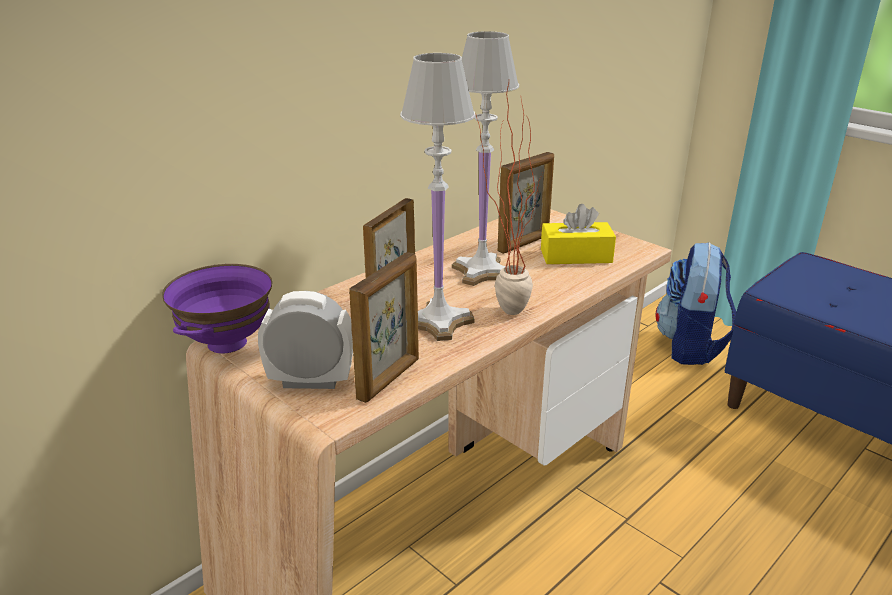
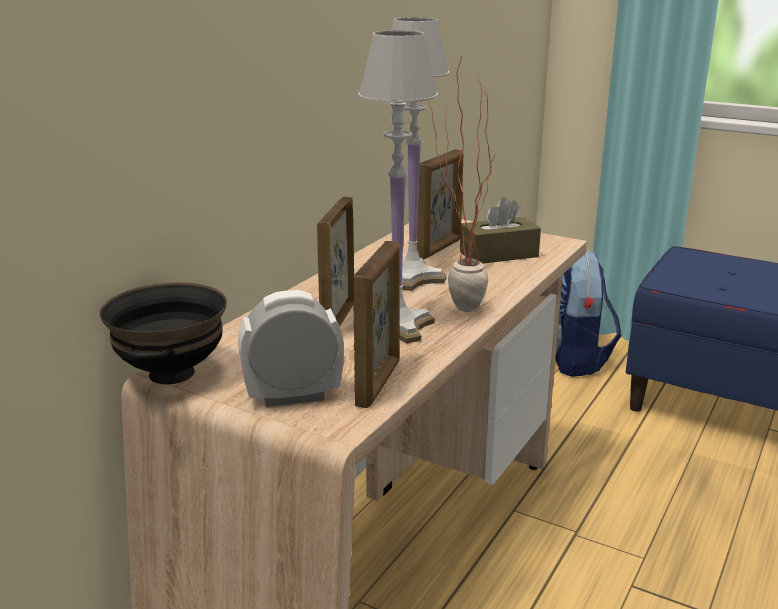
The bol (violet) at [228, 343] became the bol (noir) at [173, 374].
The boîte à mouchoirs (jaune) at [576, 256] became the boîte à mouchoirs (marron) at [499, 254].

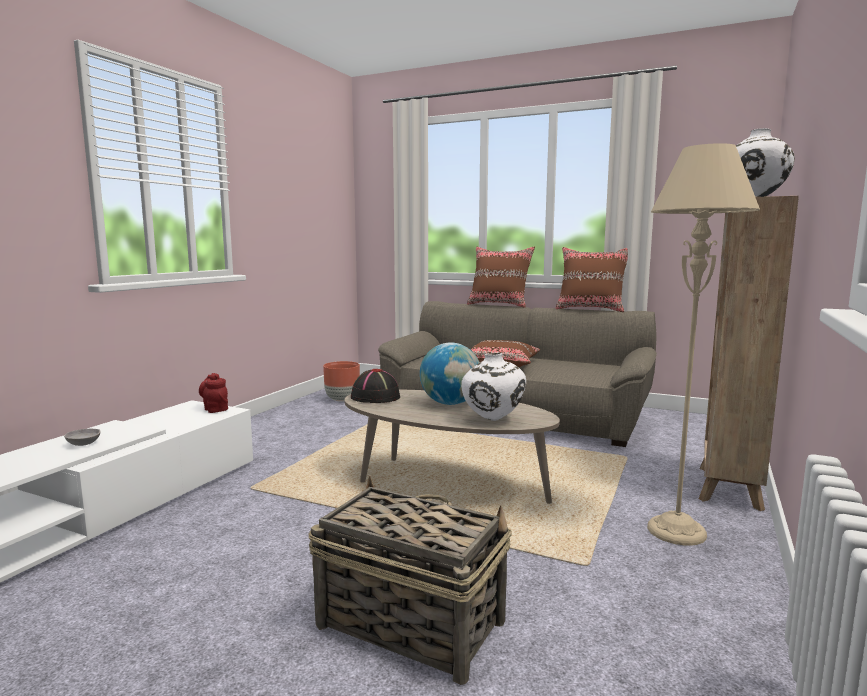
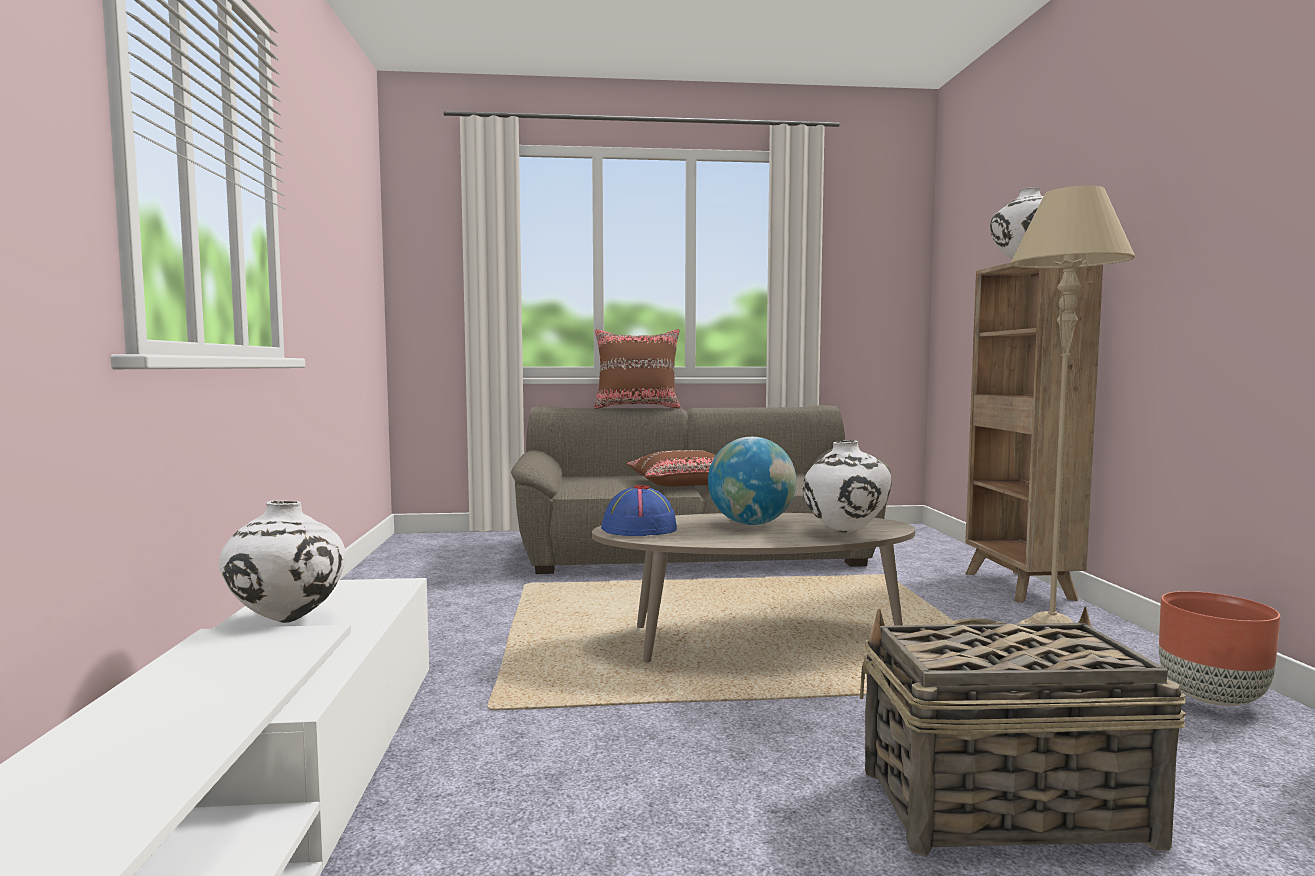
The vase (blanc) at [286, 620] appeared.
The chapeau (noir) at [375, 397] became the chapeau (bleu) at [638, 529].
The cache-pot (marron) moved from [342, 400] to [1212, 699].
The bol (gris) at [83, 444] disappeared.
The théière (rouge) at [215, 409] disappeared.
The coussin (marron) at [591, 309] disappeared.

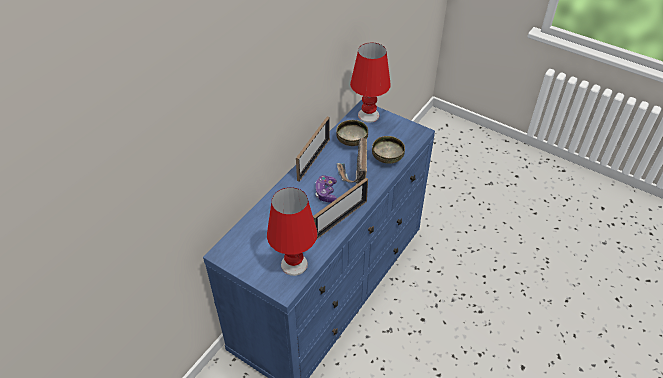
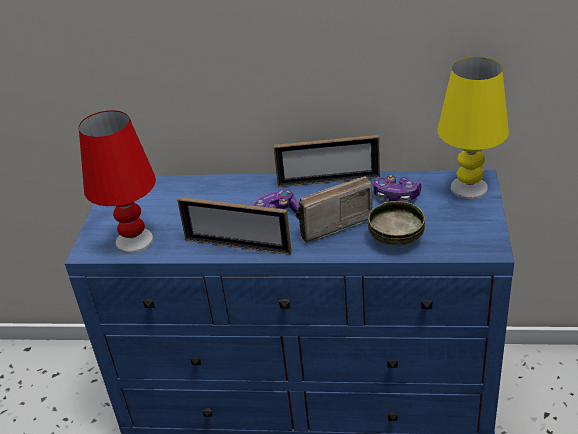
The bol at [351, 142] was replaced by the manette at [396, 196].
The lampe de table (rouge) at [368, 115] became the lampe de table (jaune) at [468, 187].

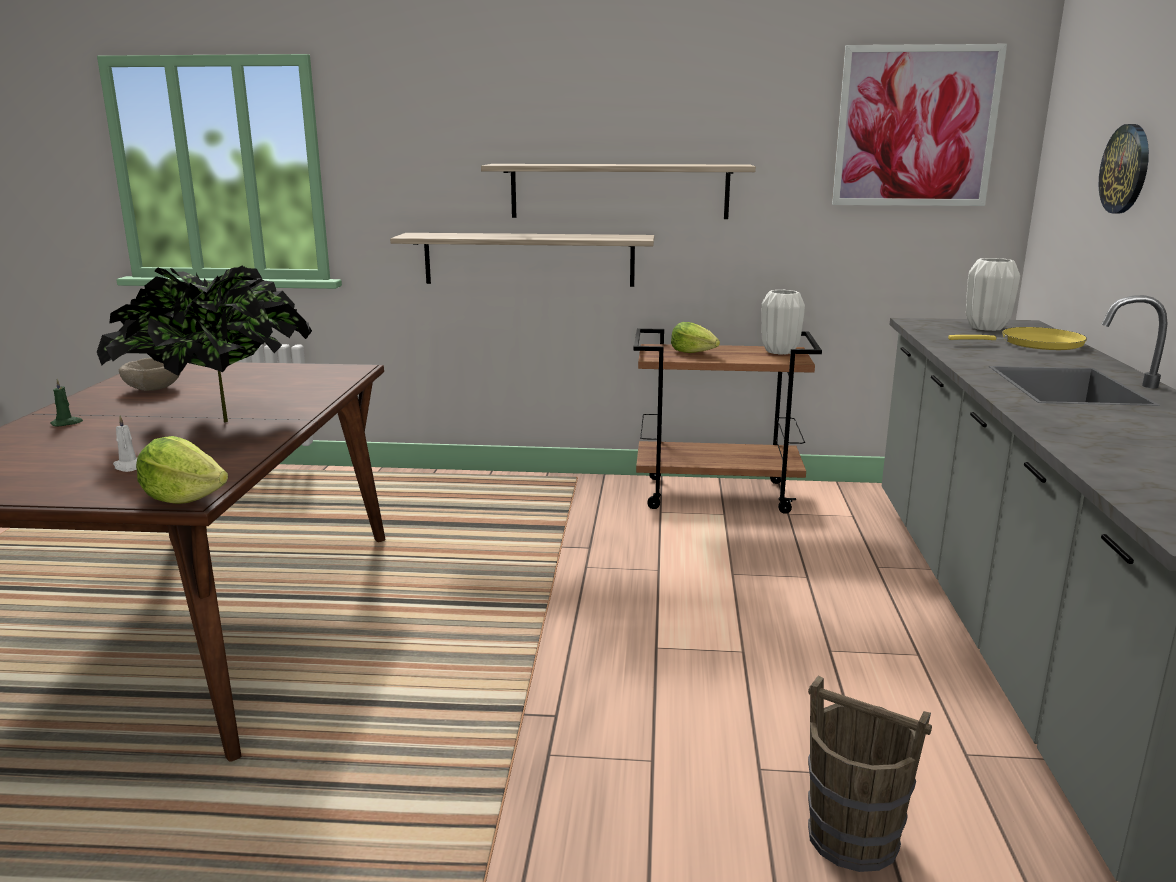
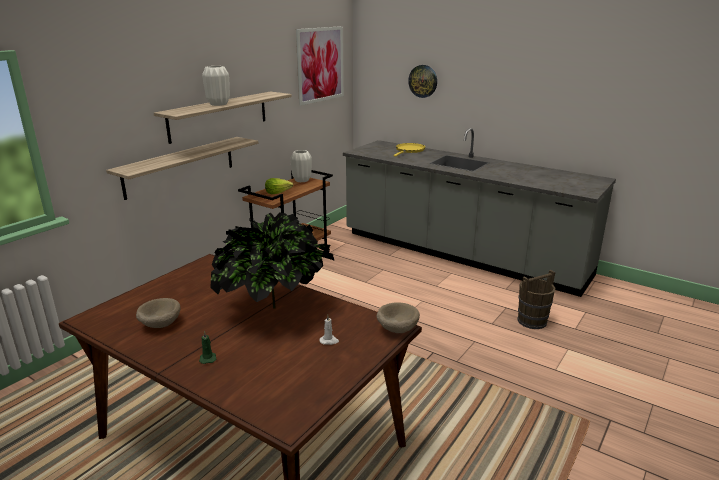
The vase (blanc) moved from [986, 327] to [218, 104].
The laitue at [183, 498] was replaced by the bol (beige) at [396, 329].

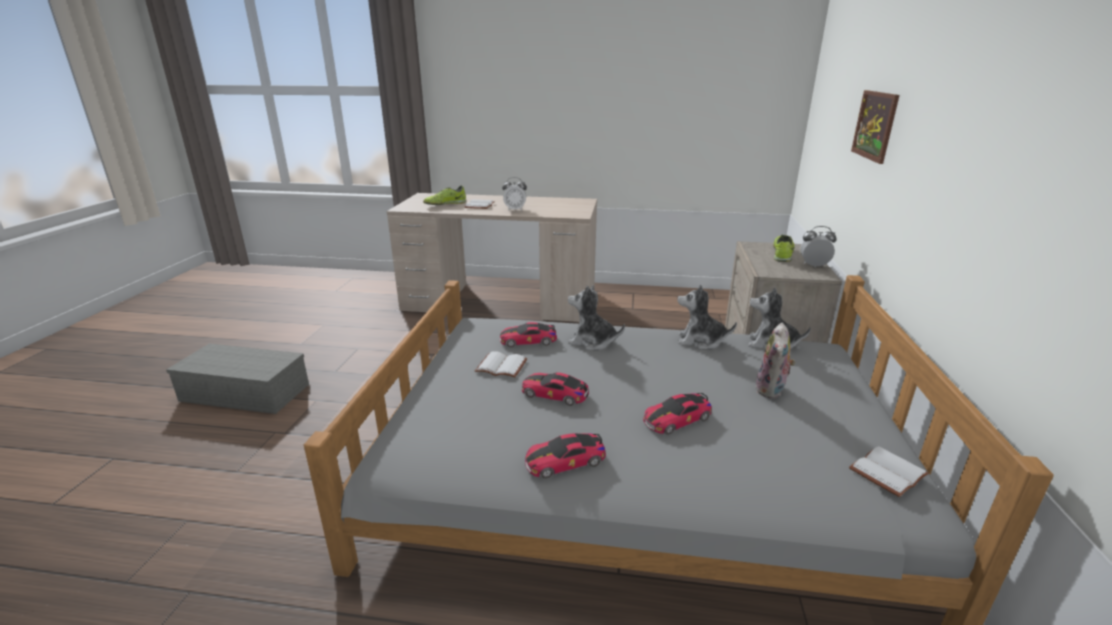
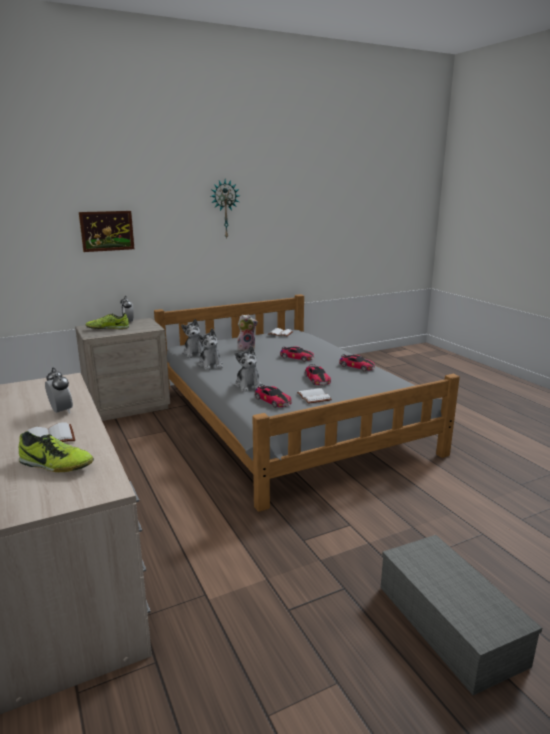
The horloge murale at [224, 209] appeared.

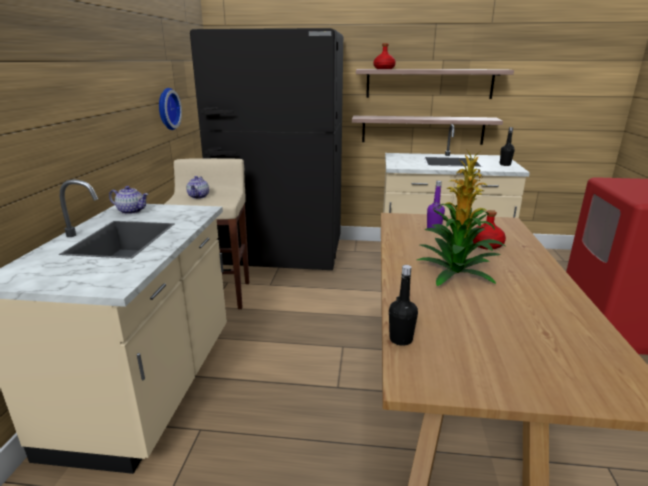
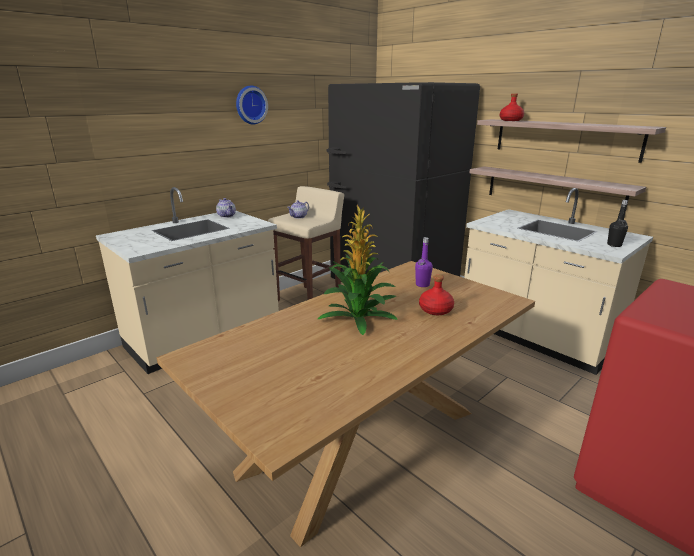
The horloge murale moved from [166, 109] to [250, 105].
The bouteille (noir) at [401, 339] disappeared.

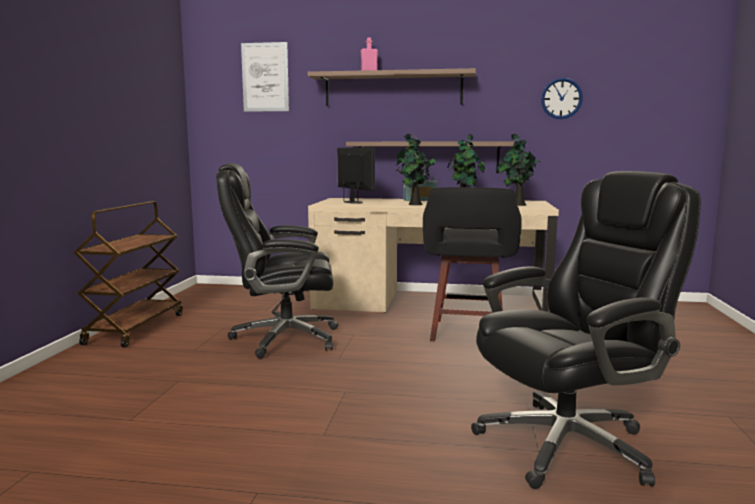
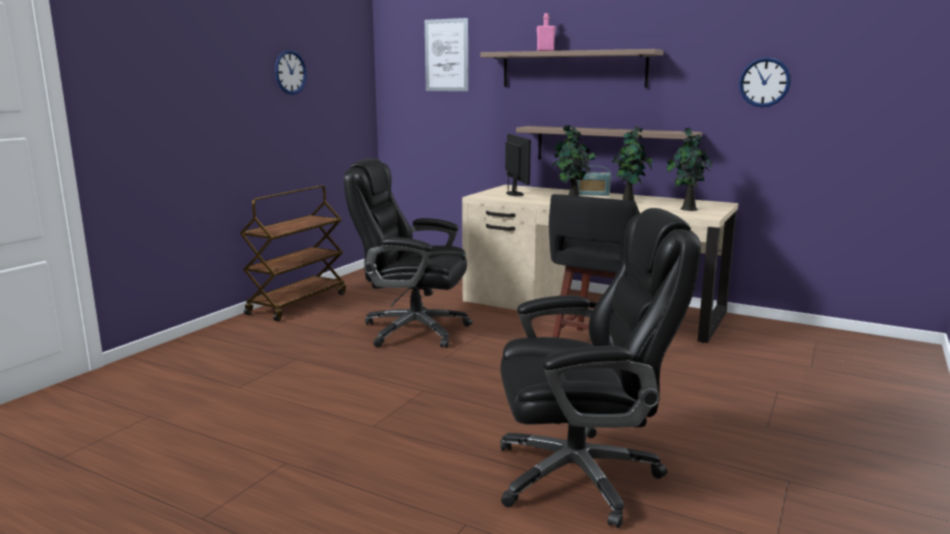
The horloge murale at [290, 72] appeared.

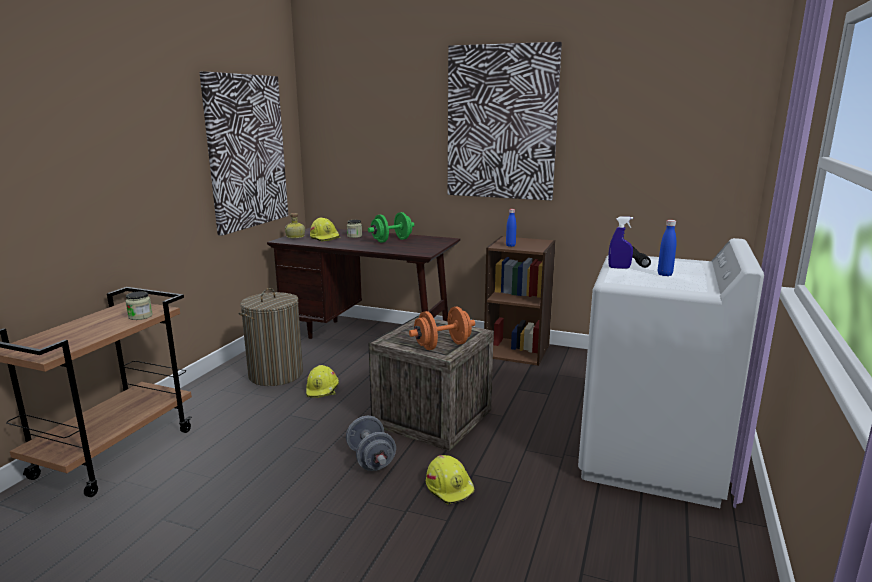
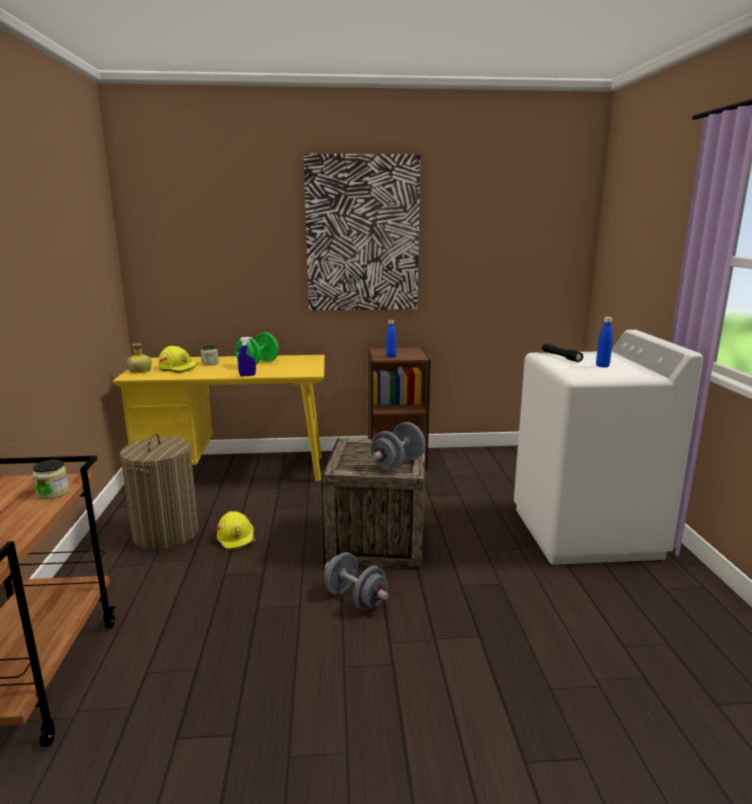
The bureau (marron) at [368, 336] became the bureau (jaune) at [236, 471].
The vaporisateur (bleu) moved from [619, 268] to [247, 375].
The haltère (orange) at [442, 345] became the haltère (gris) at [397, 464].
The tableau at [246, 152] disappeared.
The casque de chantier (jaune) at [450, 487] disappeared.

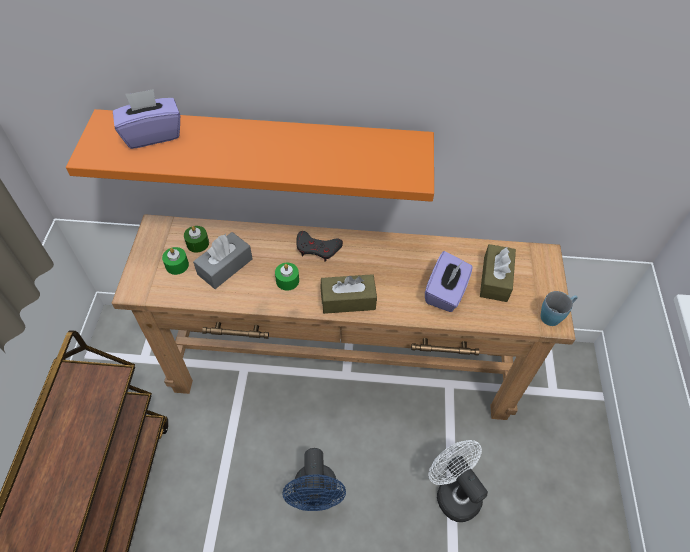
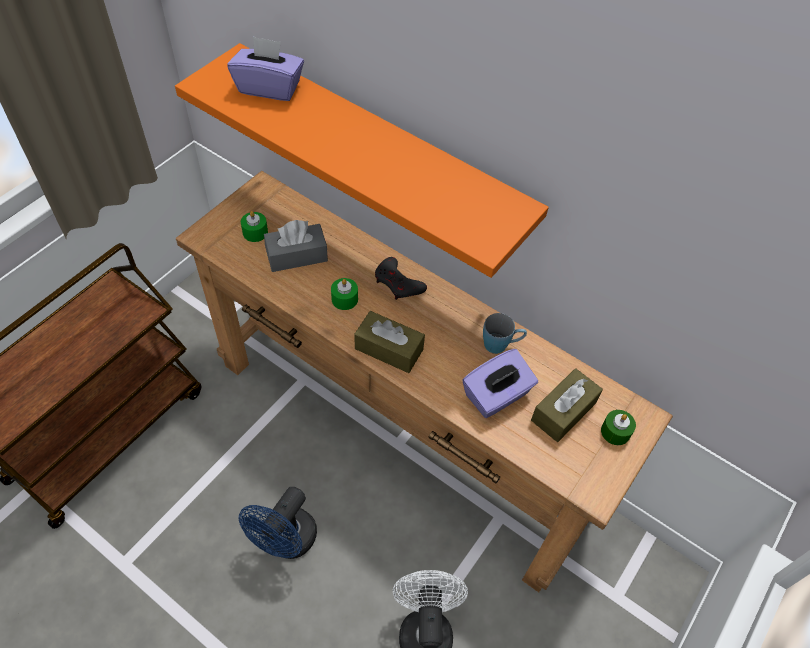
The mug (bleu) moved from [554, 315] to [501, 344].
The bougie (vert) moved from [197, 243] to [615, 432].

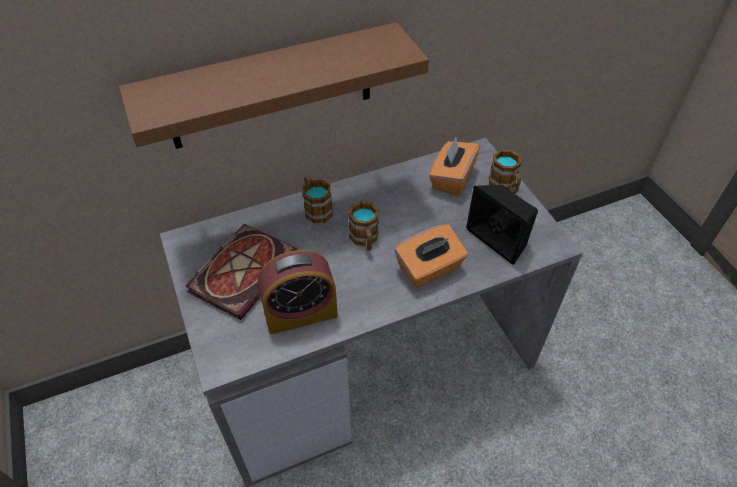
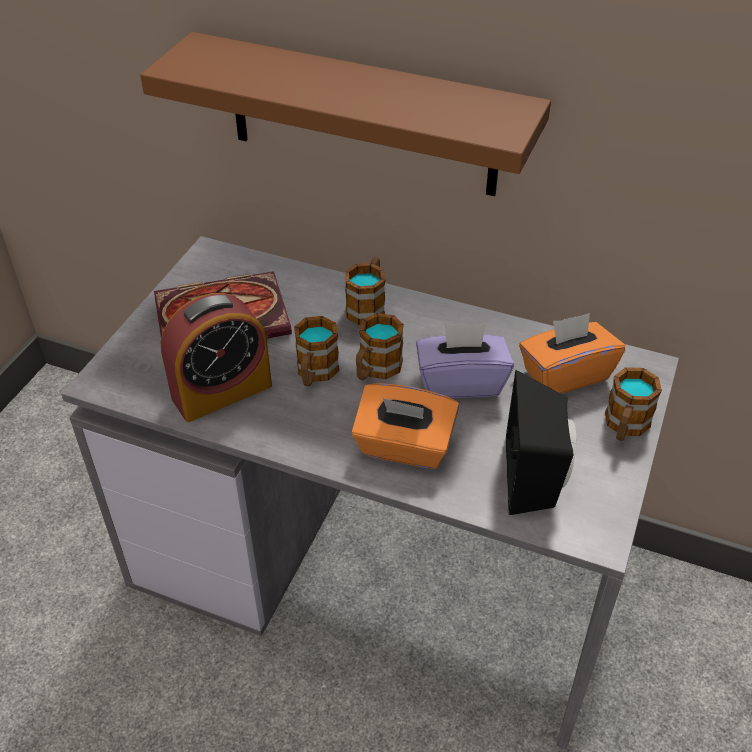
The réveil at [300, 313] turned 60 degrees counterclockwise.
The mug at [315, 373] appeared.
The boîte à mouchoirs (violet) at [461, 382] appeared.

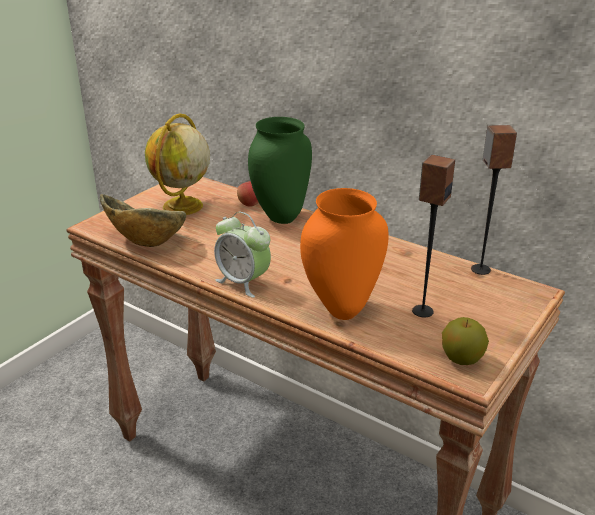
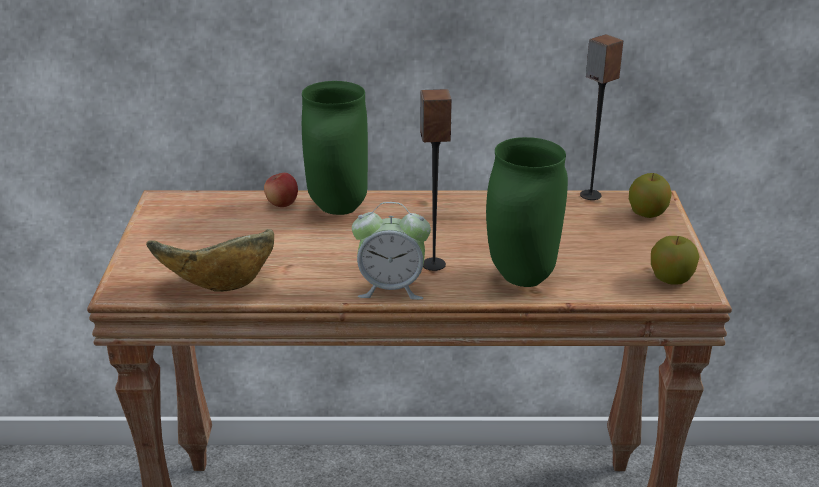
The enceinte moved from [422, 311] to [433, 264].
The vase (orange) at [342, 311] became the vase (vert) at [523, 279].
The pomme at [647, 214] appeared.
The globe at [182, 207] disappeared.

